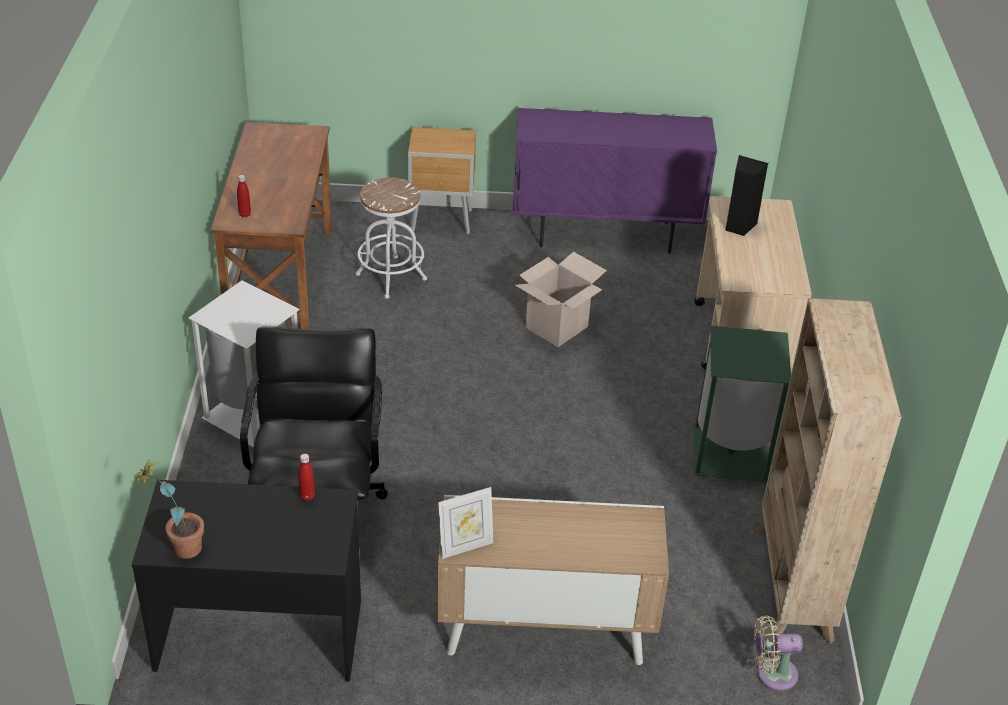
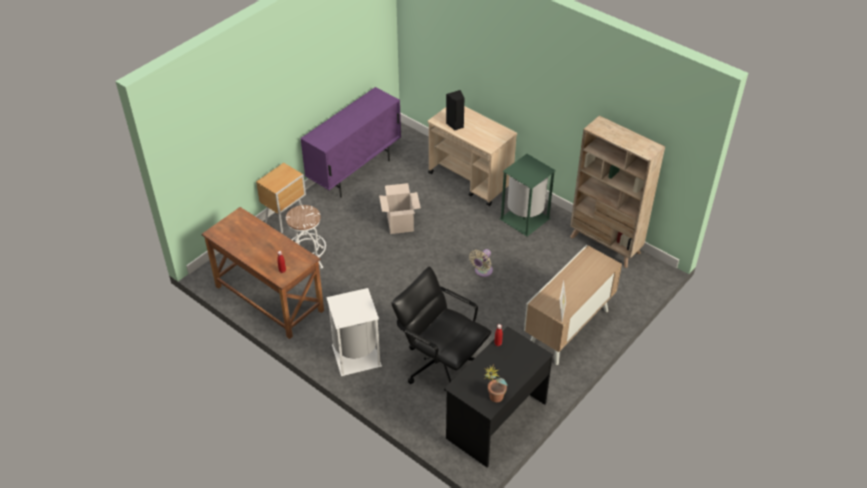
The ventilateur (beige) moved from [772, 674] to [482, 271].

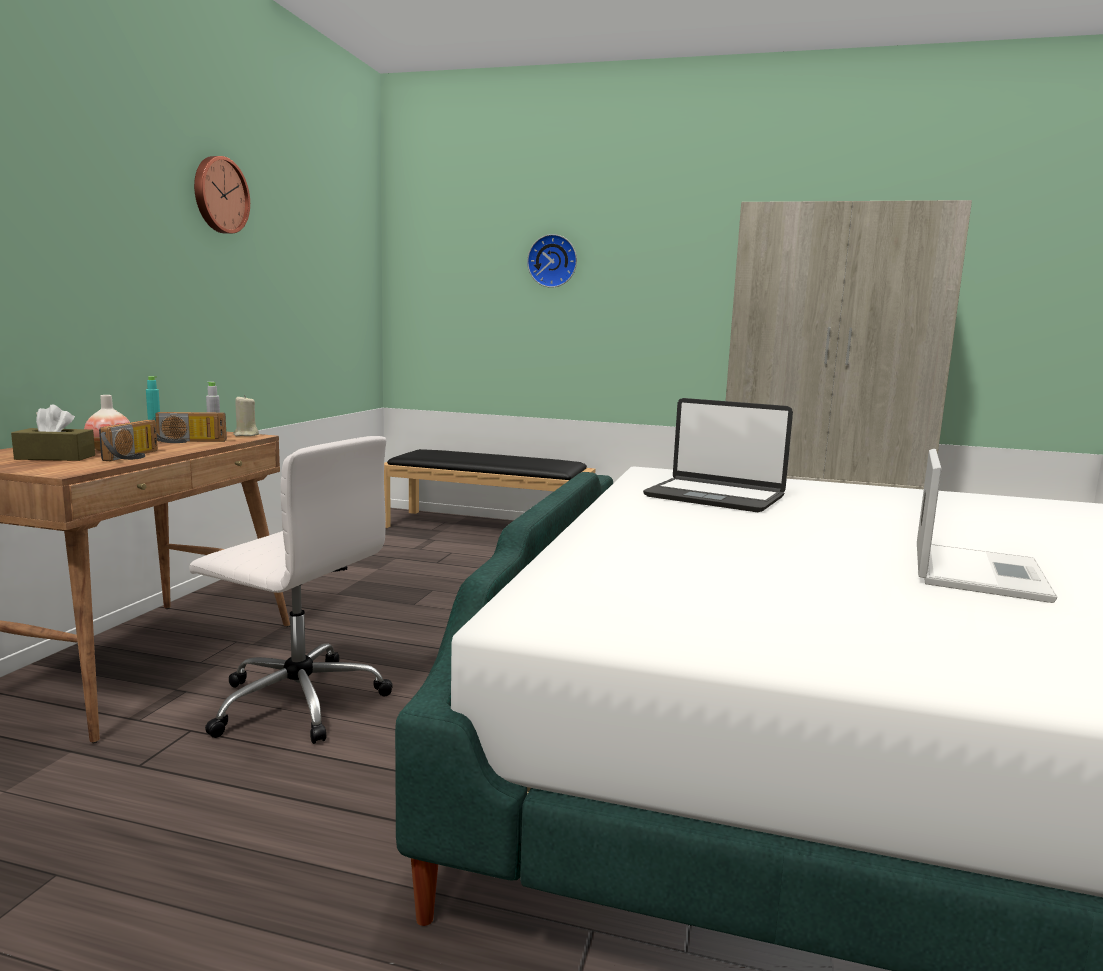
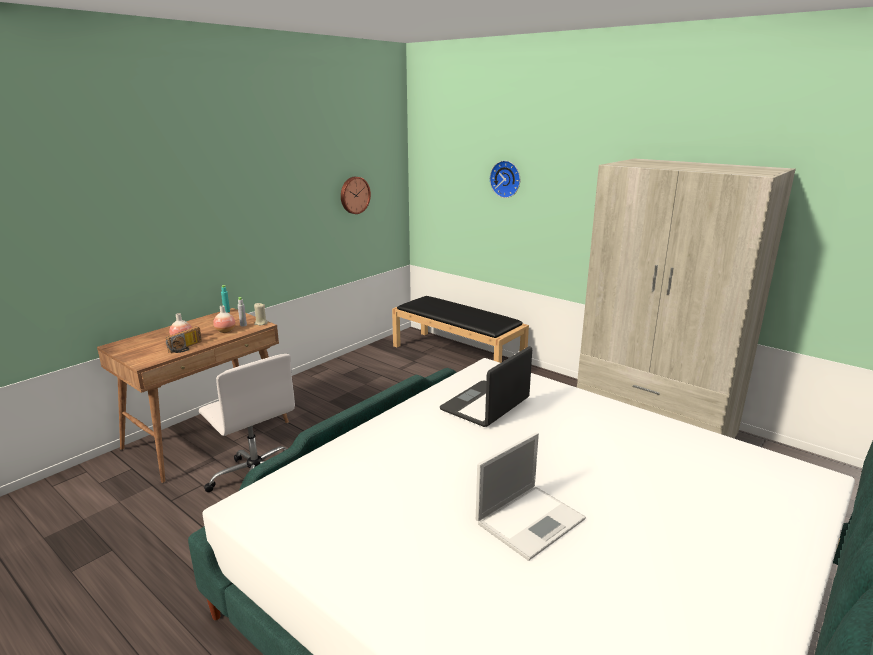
The radio at [188, 442] was replaced by the vase at [225, 331].
The horloge murale moved from [219, 195] to [354, 195].
The ordinateur portable at [715, 497] turned 75 degrees clockwise.
The boîte à mouchoirs (marron) at [55, 457] disappeared.

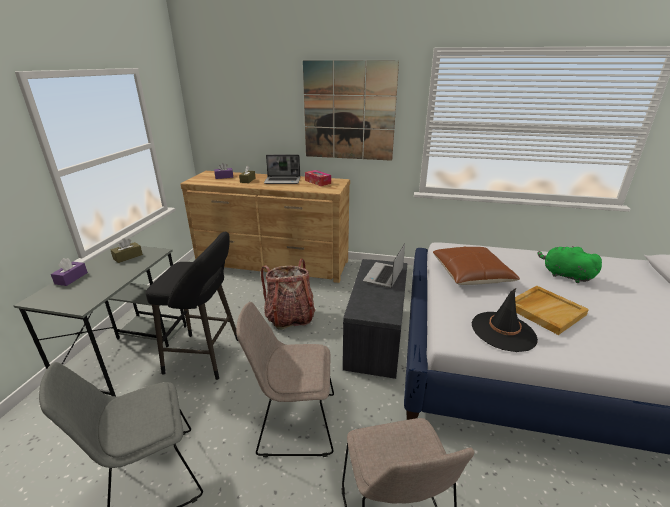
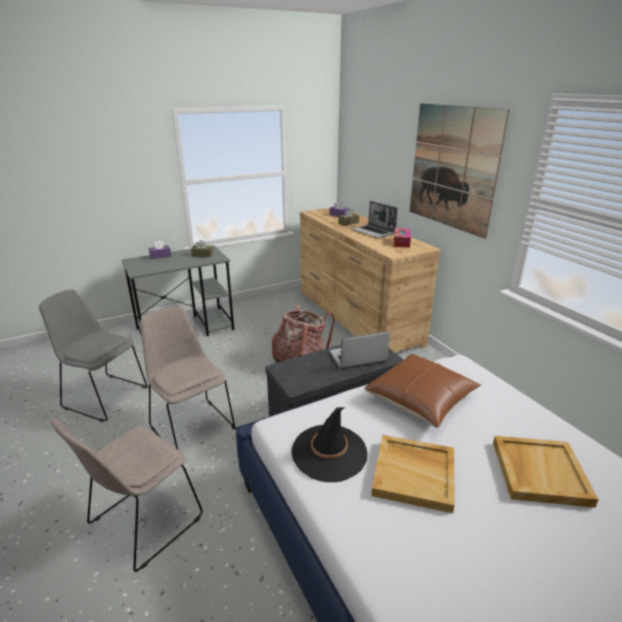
The peluche (vert) at [564, 275] was replaced by the plateau (beige) at [538, 472].
The tabouret (noir) at [207, 356] disappeared.

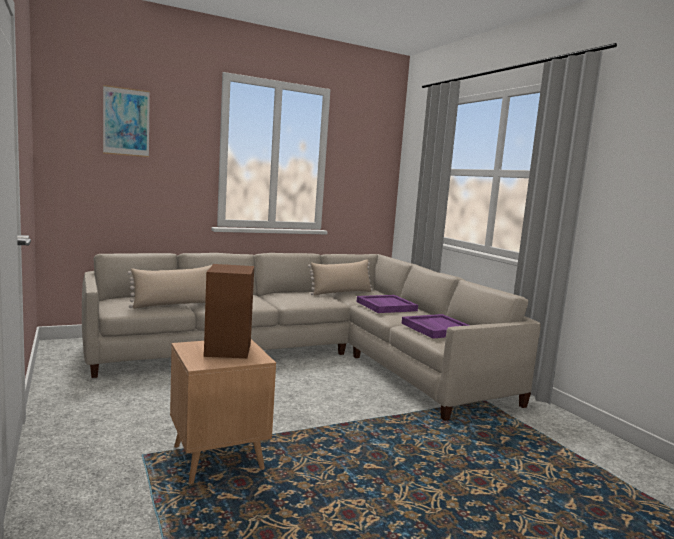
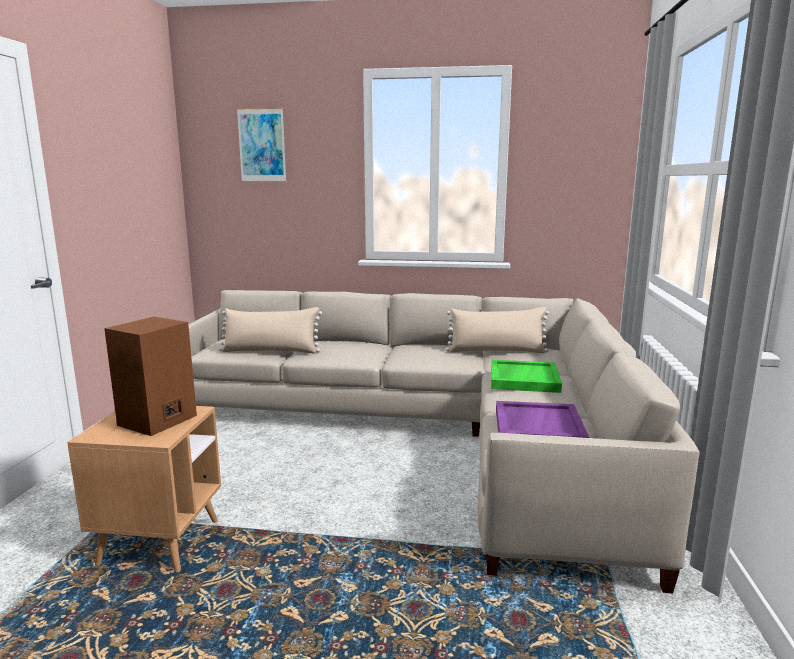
The plateau (violet) at [385, 306] became the plateau (vert) at [523, 379].

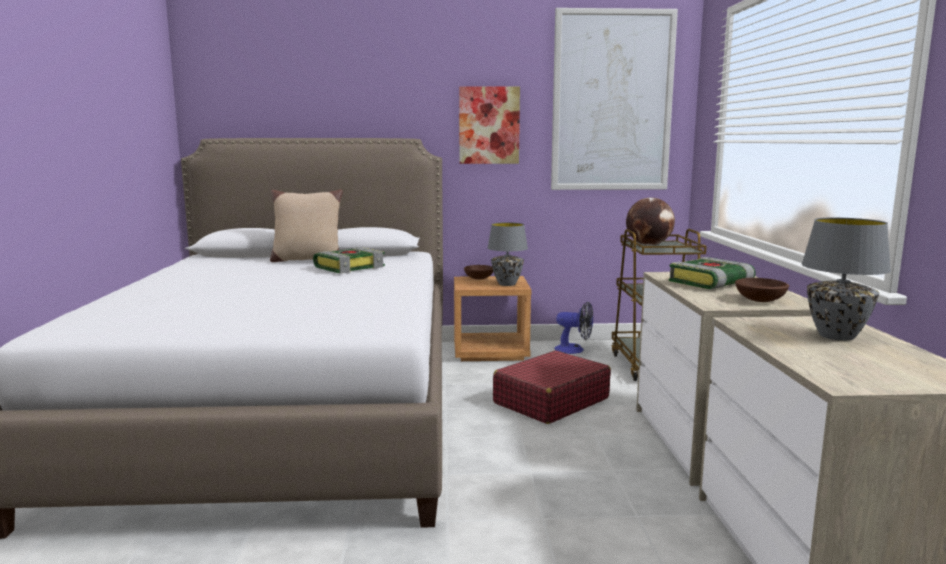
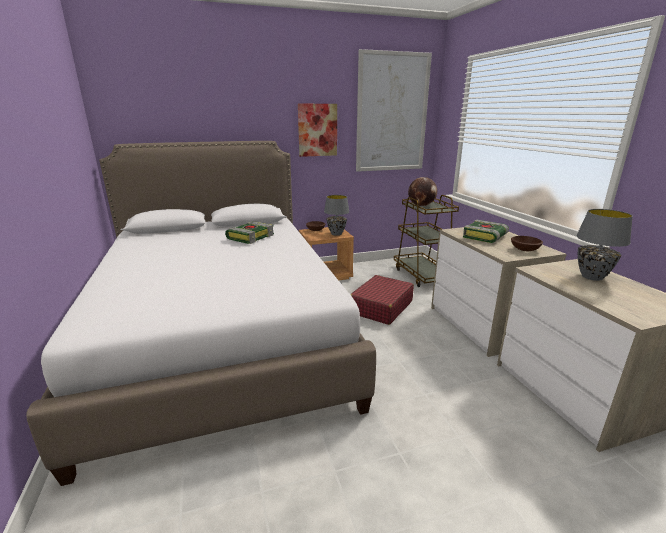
The coussin (beige) at [307, 261] disappeared.
The ventilateur at [574, 350] disappeared.

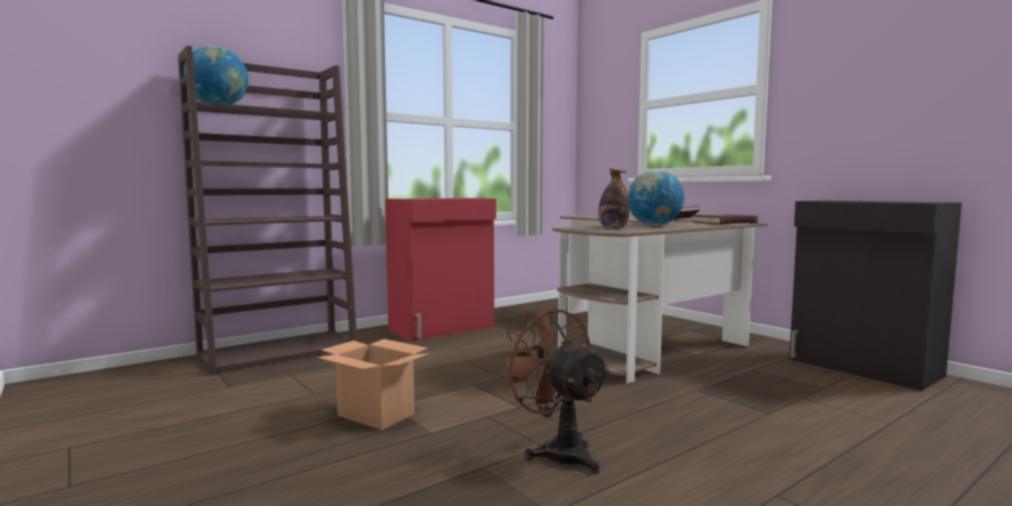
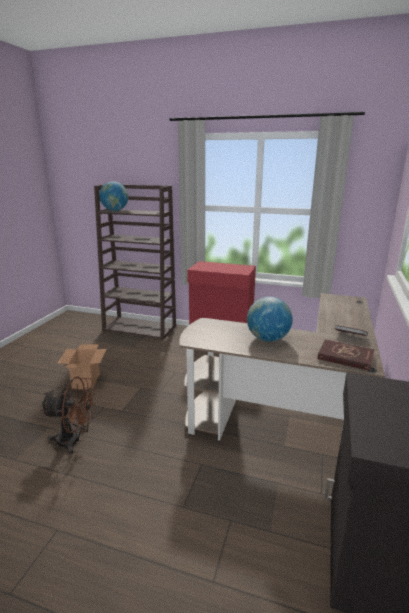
The ventilateur (marron) at [557, 451] turned 75 degrees clockwise.
The bouteille at [613, 229] disappeared.

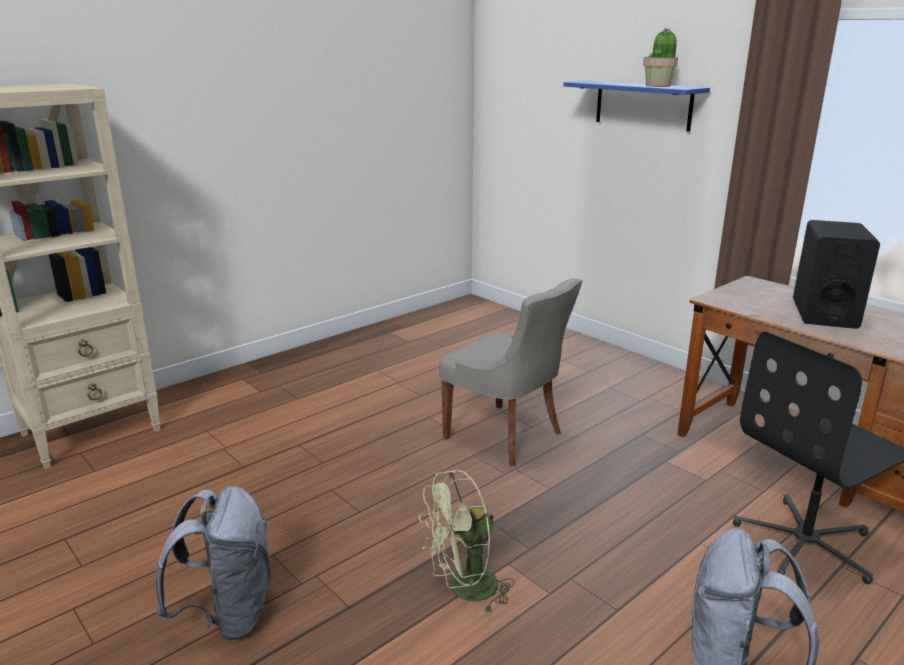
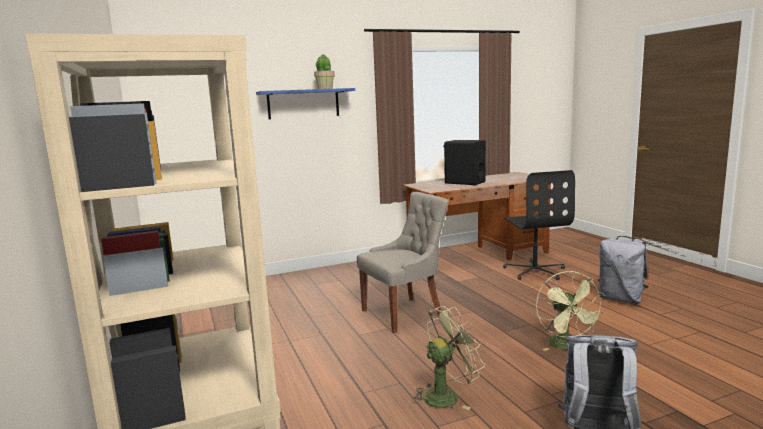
The ventilateur (vert) at [447, 395] appeared.

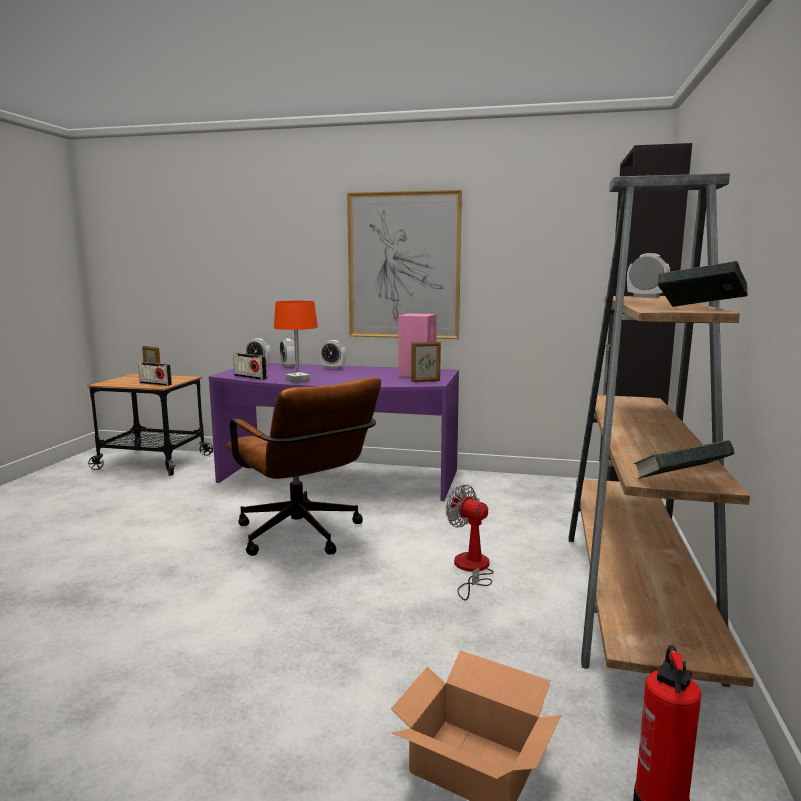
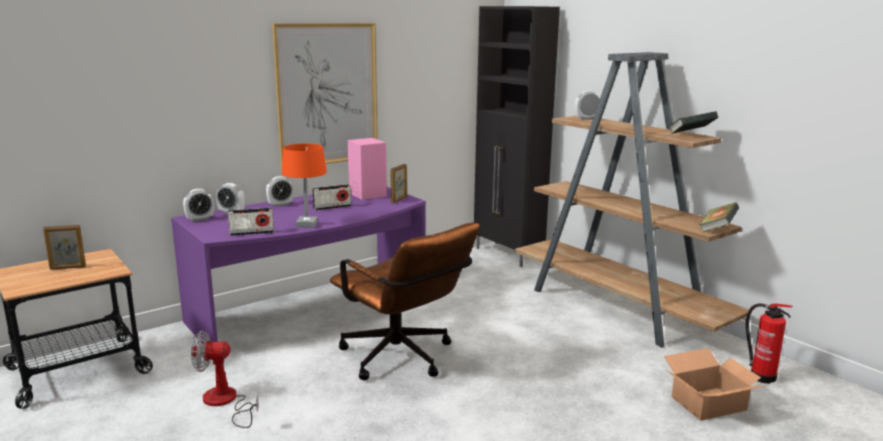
The ventilateur moved from [471, 569] to [225, 402].
The radio moved from [155, 384] to [332, 207].
The chaise de bureau (marron) at [304, 537] turned 45 degrees clockwise.

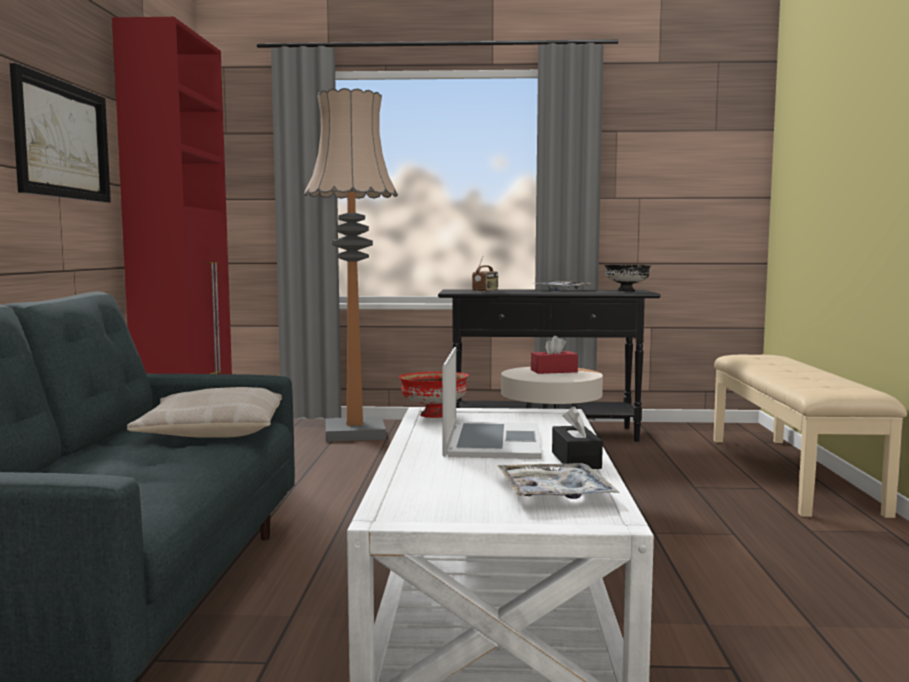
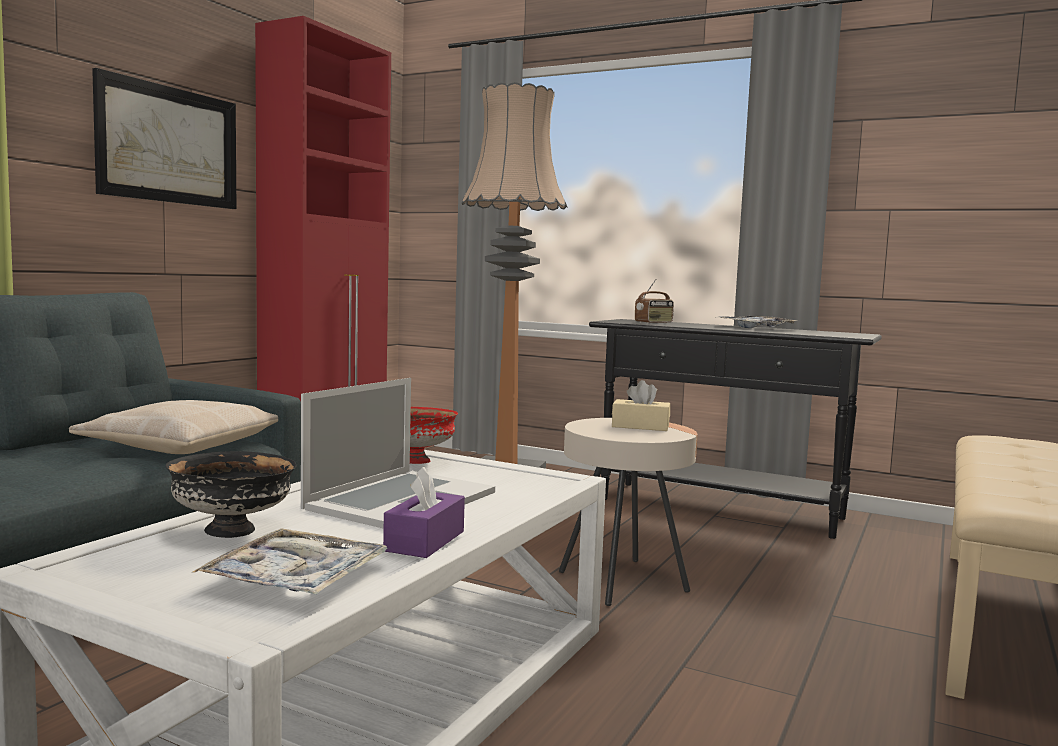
The bol (noir) moved from [626, 291] to [232, 530].
The boîte à mouchoirs (noir) at [576, 460] became the boîte à mouchoirs (violet) at [425, 541].
The boîte à mouchoirs (rouge) at [554, 371] became the boîte à mouchoirs (beige) at [640, 426].

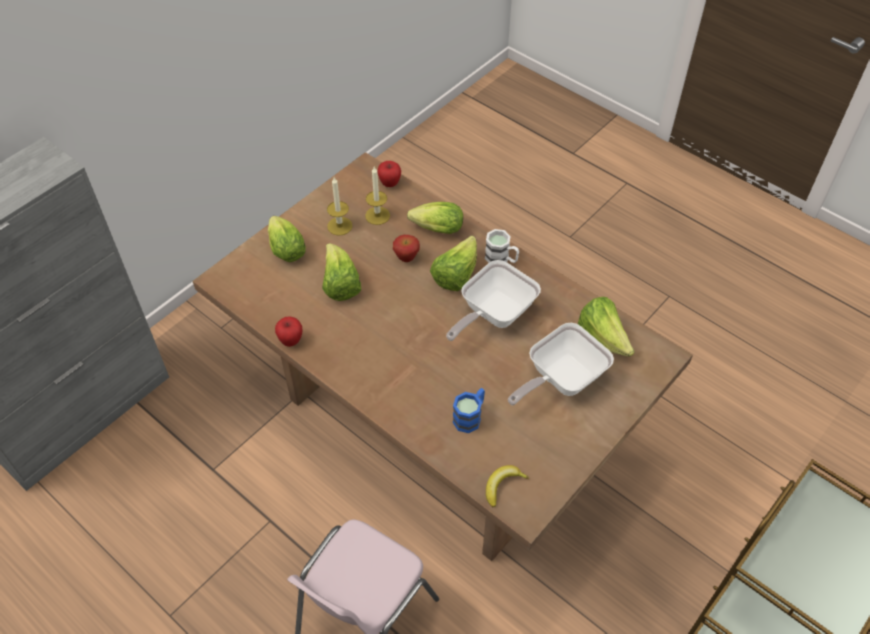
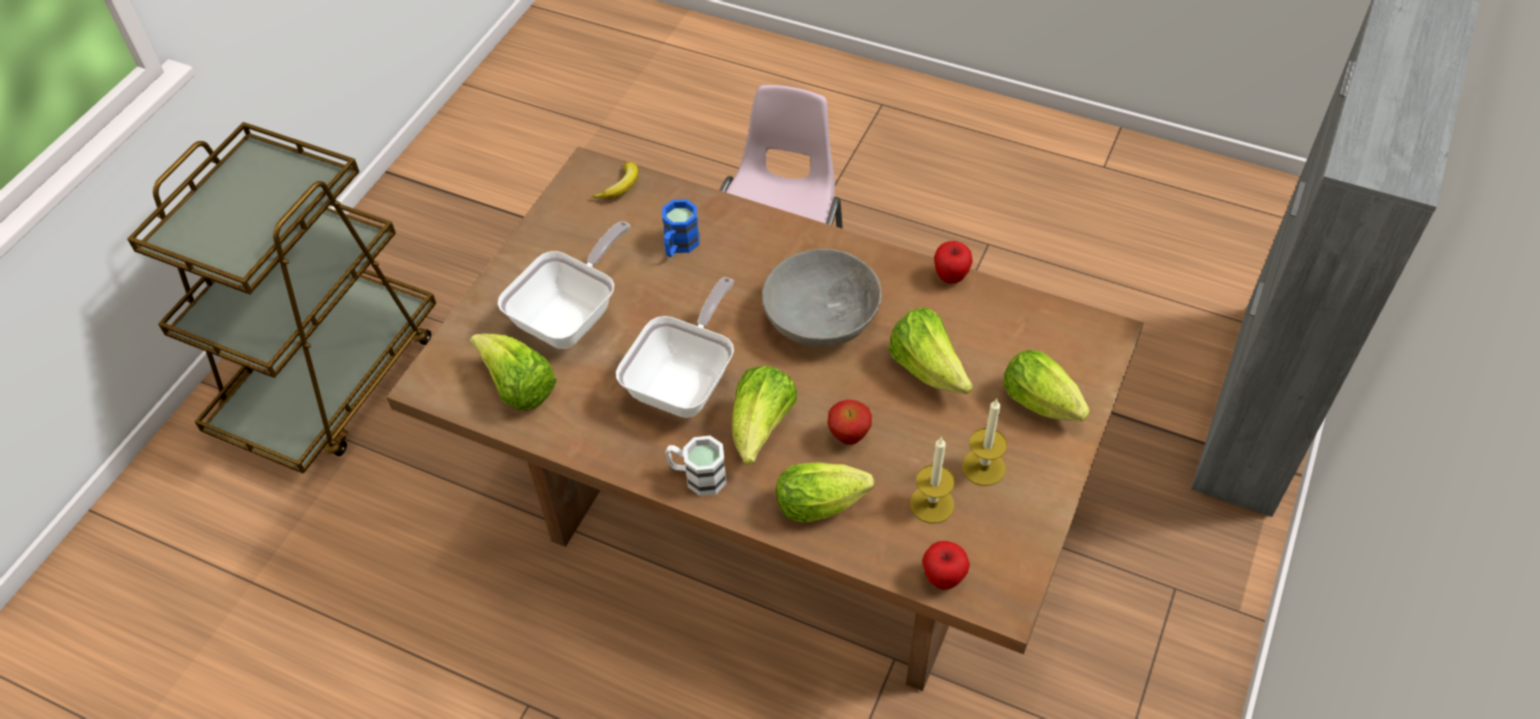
The bol (gris) at [821, 316] appeared.

